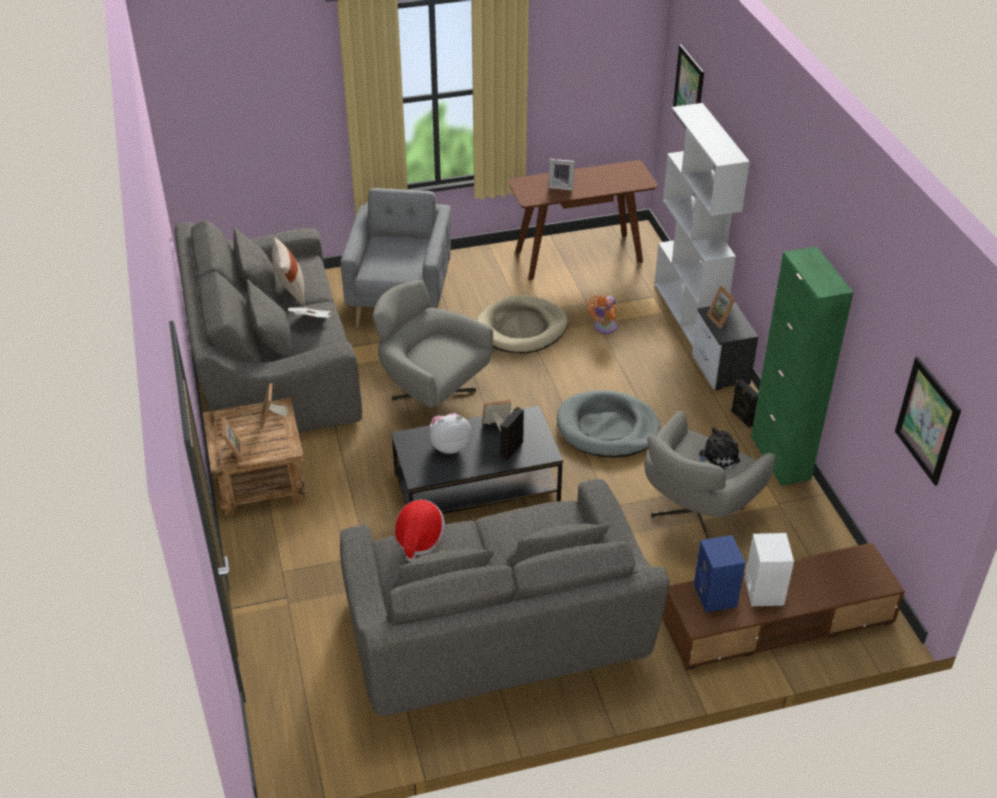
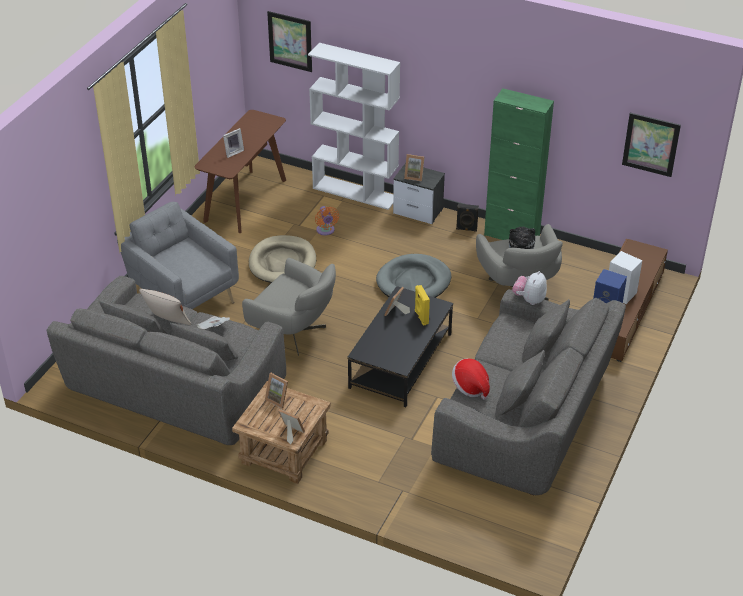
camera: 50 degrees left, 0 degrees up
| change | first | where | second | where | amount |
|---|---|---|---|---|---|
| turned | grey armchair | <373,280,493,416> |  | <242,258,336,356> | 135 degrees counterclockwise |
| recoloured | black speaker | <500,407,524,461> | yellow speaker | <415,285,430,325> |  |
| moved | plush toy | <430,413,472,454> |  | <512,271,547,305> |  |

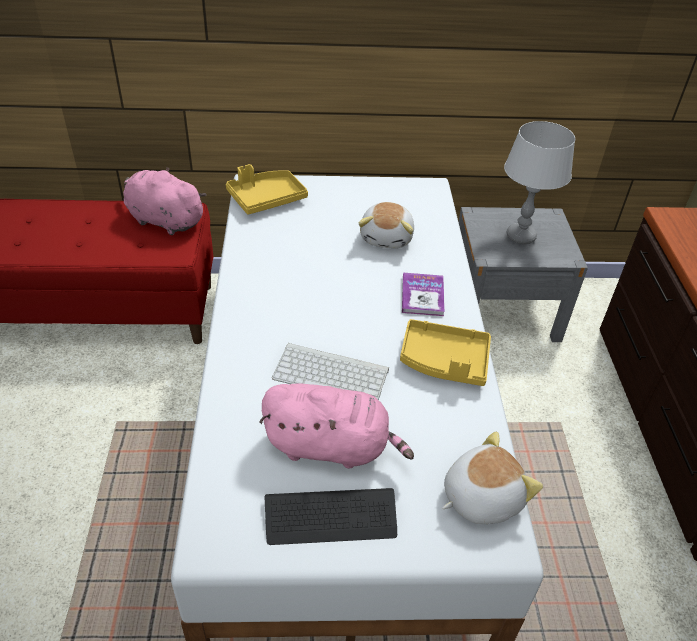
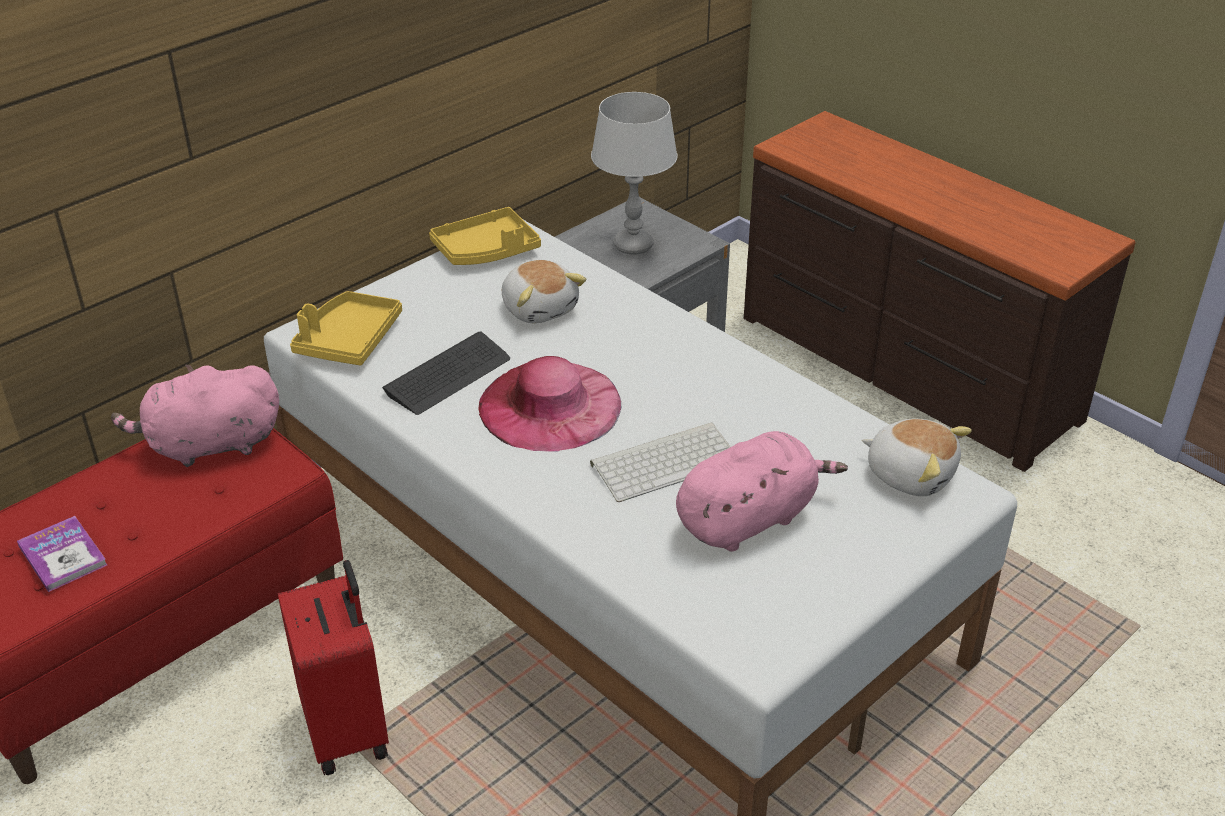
camera: 40 degrees left, 5 degrees down
| change | first | where | second | where | amount |
|---|---|---|---|---|---|
| moved | book | <402,273,445,316> |  | <17,516,107,592> |  |
| moved | yellow tray | <400,319,491,386> |  | <429,207,541,265> |  |
| turned | plush toy | <442,432,543,524> |  | <862,419,972,496> | 105 degrees clockwise |
| moved | keyboard | <265,488,397,545> |  | <382,331,510,415> |  |
| added |  |  | pink hat | <478,356,621,451> |  |
| added |  |  | red suitcase | <278,560,389,775> |  |

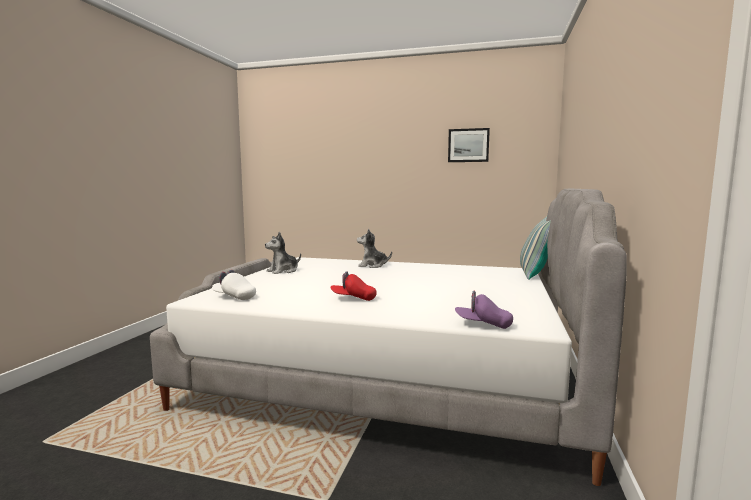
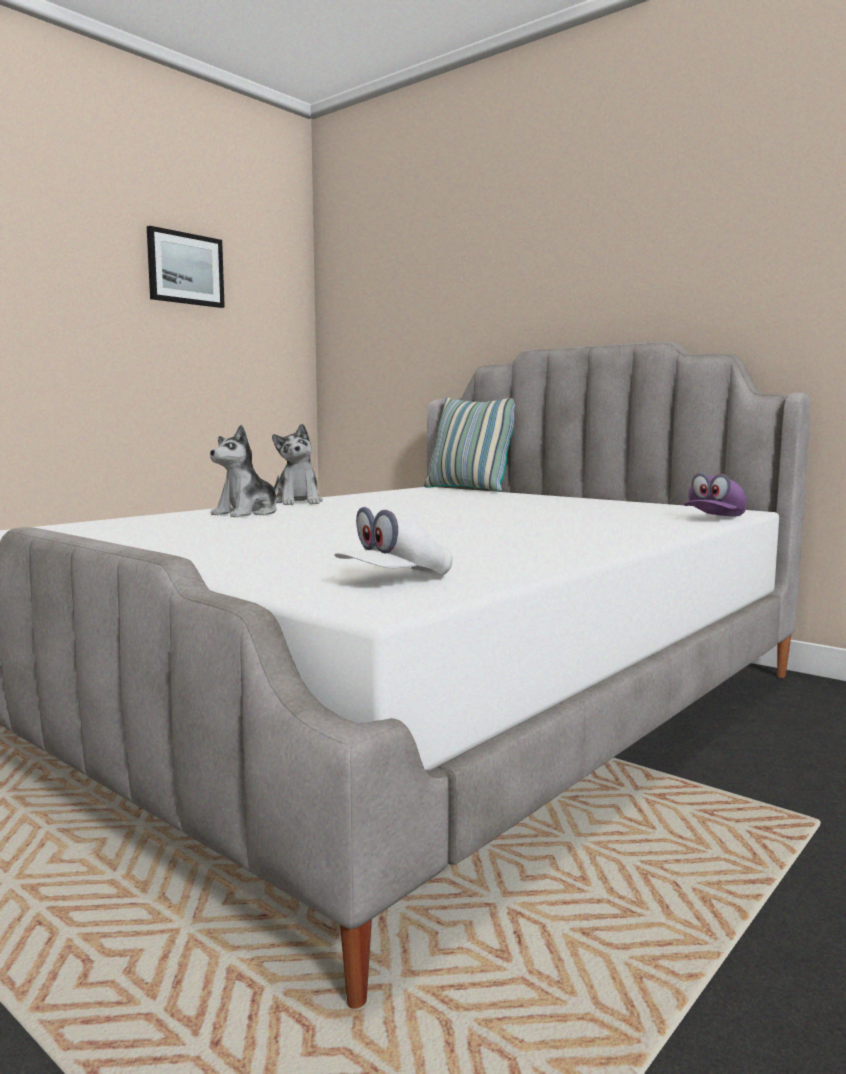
camera: 65 degrees left, 0 degrees up
| change | first | where | second | where | amount |
|---|---|---|---|---|---|
| moved | plush toy | <265,232,301,274> |  | <272,424,323,505> |  |
| removed | red cap | <330,271,377,301> |  |  |  |

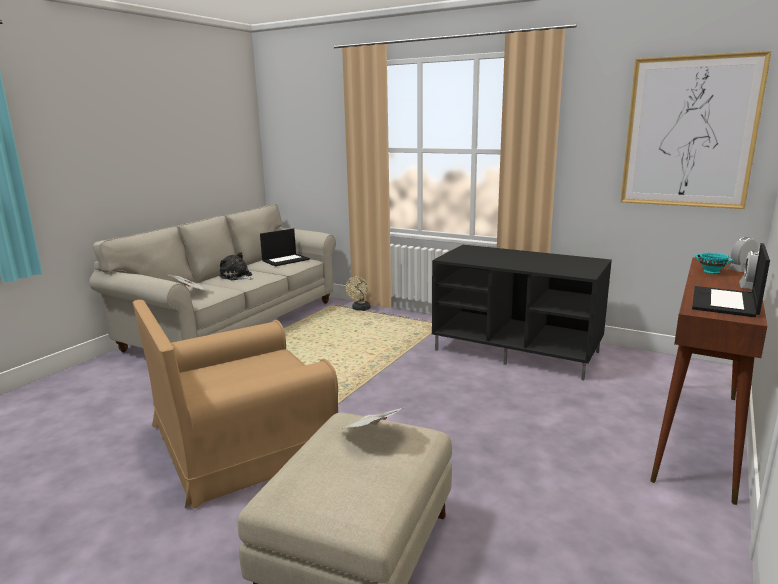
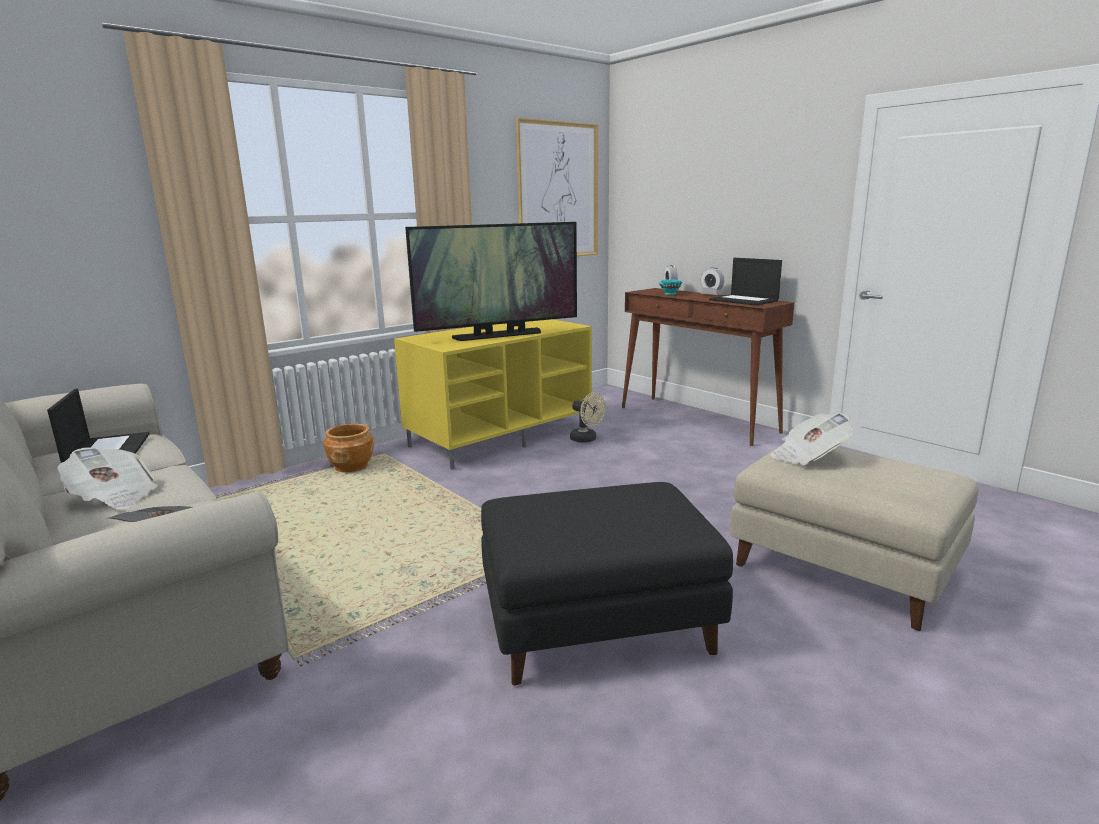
camera: 70 degrees left, 0 degrees up
| change | first | where | second | where | amount |
|---|---|---|---|---|---|
| recoloured | black tv stand | <432,245,612,380> | yellow tv stand | <394,319,592,470> |  |
| replaced | plush toy | <220,252,253,280> | newspaper | <57,447,158,509> |  |
| moved | beige fan | <346,276,371,311> |  | <570,392,606,443> |  |
| replaced | brown armchair | <133,300,338,508> | black ottoman | <481,482,733,686> |  |
| added |  |  | television | <405,222,577,341> |  |
| added |  |  | brown planter | <323,424,375,472> |  |

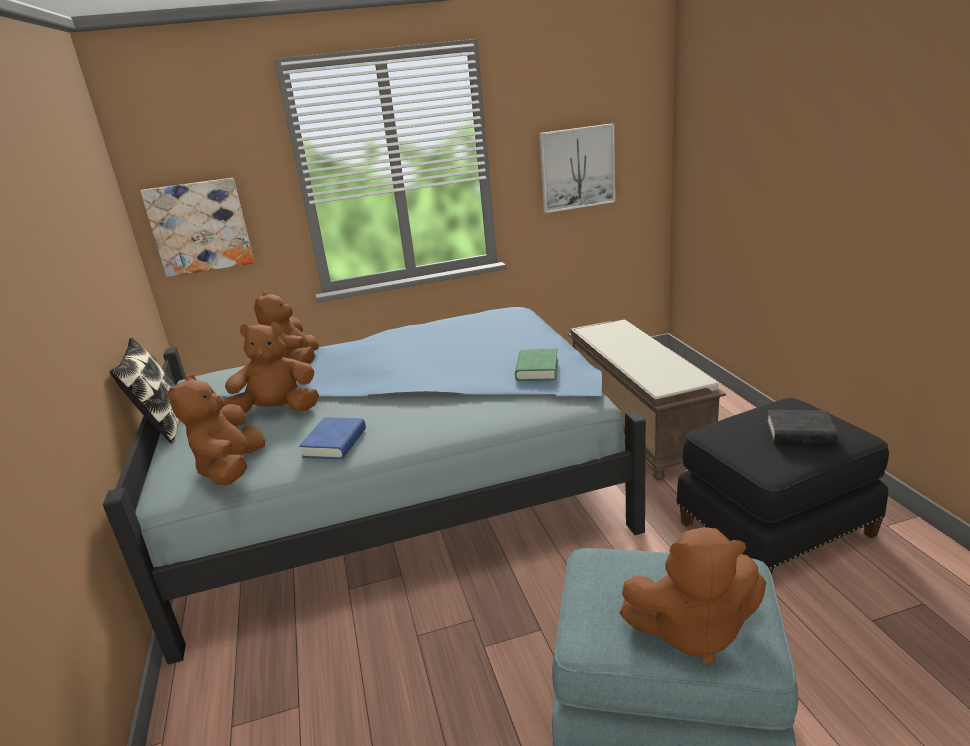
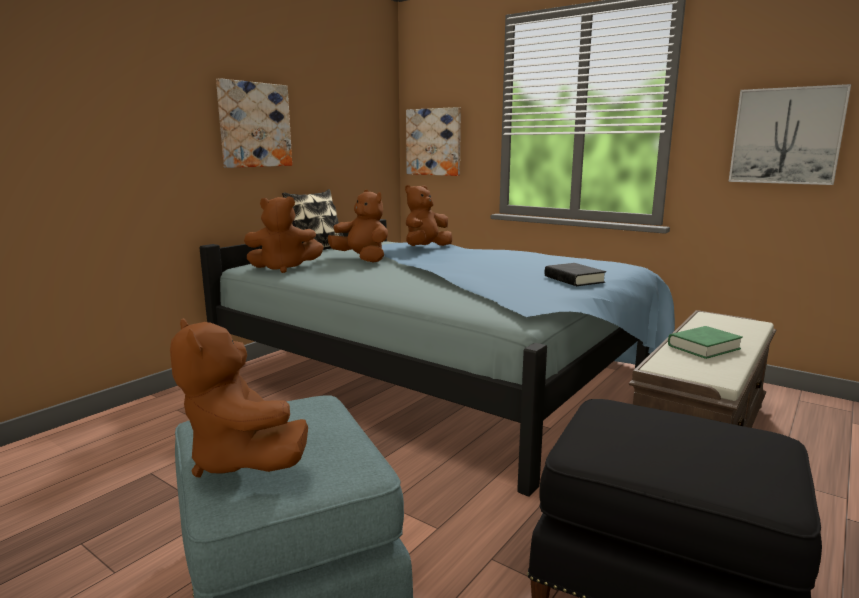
camera: 50 degrees right, 10 degrees down
| change | first | where | second | where | amount |
|---|---|---|---|---|---|
| moved | green book | <515,349,558,381> |  | <668,326,743,359> |  |
| turned | brown plush toy | <168,374,266,485> |  | <244,196,324,273> | 150 degrees counterclockwise |
| moved | black book | <767,410,838,444> |  | <545,263,606,286> |  |
| removed | blue book | <299,417,366,460> |  |  |  |
| added |  |  | picture | <216,78,292,168> |  |

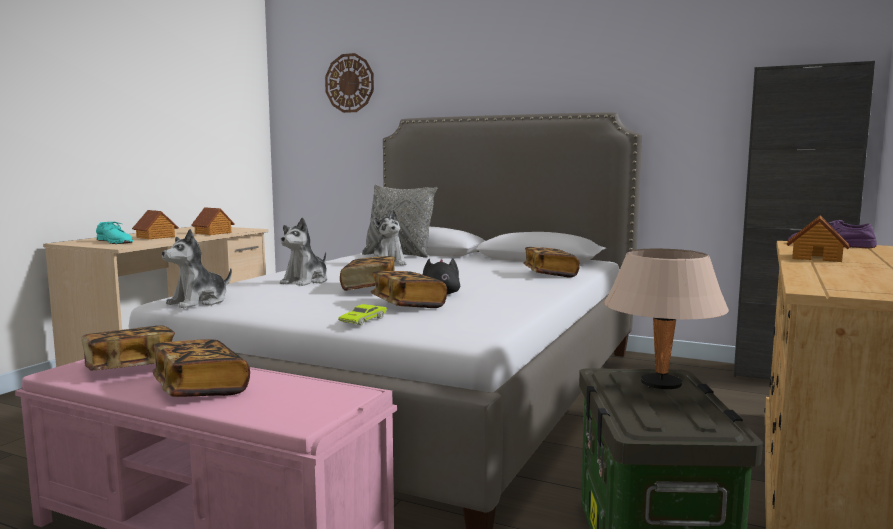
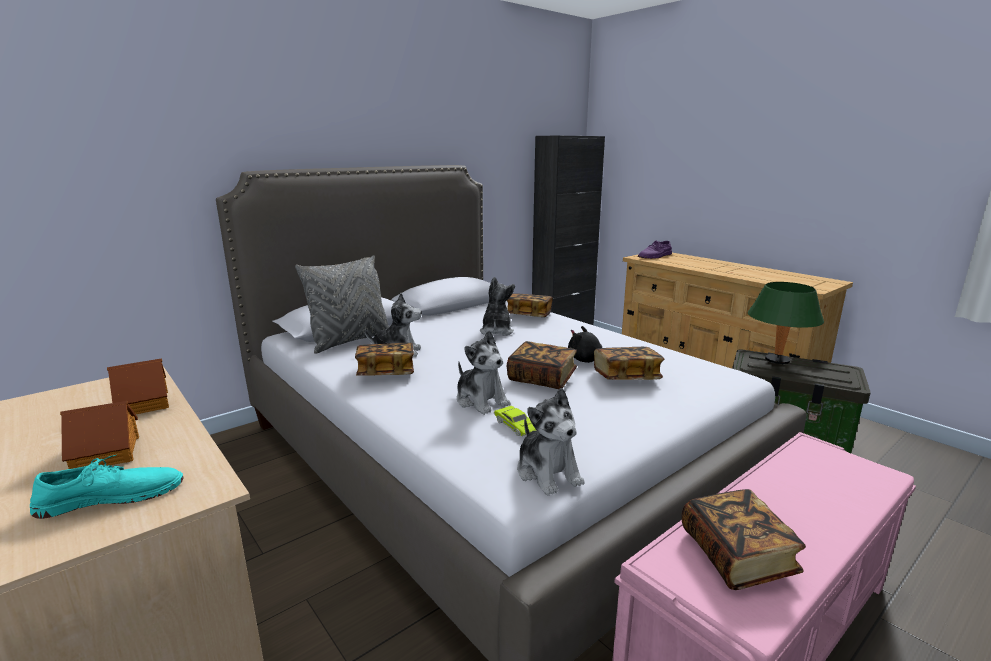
camera: 65 degrees left, 10 degrees up
| change | first | where | second | where | amount |
|---|---|---|---|---|---|
| removed | wall clock | <325,53,374,113> |  |  |  |
| removed | toy house | <787,216,850,262> |  |  |  |
| recoloured | beige table lamp | <604,249,729,389> | green table lamp | <748,282,824,365> |  |
| moved | green toy car | <338,304,387,325> |  | <494,406,537,436> |  |
| moved | book | <153,339,250,397> |  | <355,343,414,376> |  |
| added |  |  | plush toy | <480,277,515,336> |  |

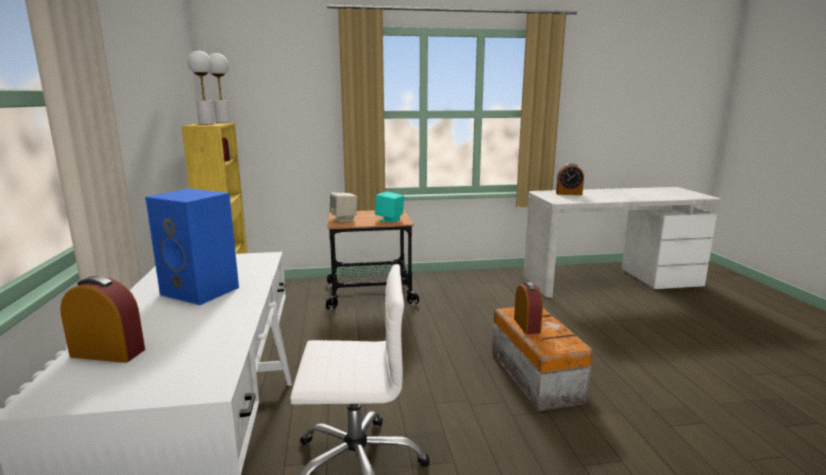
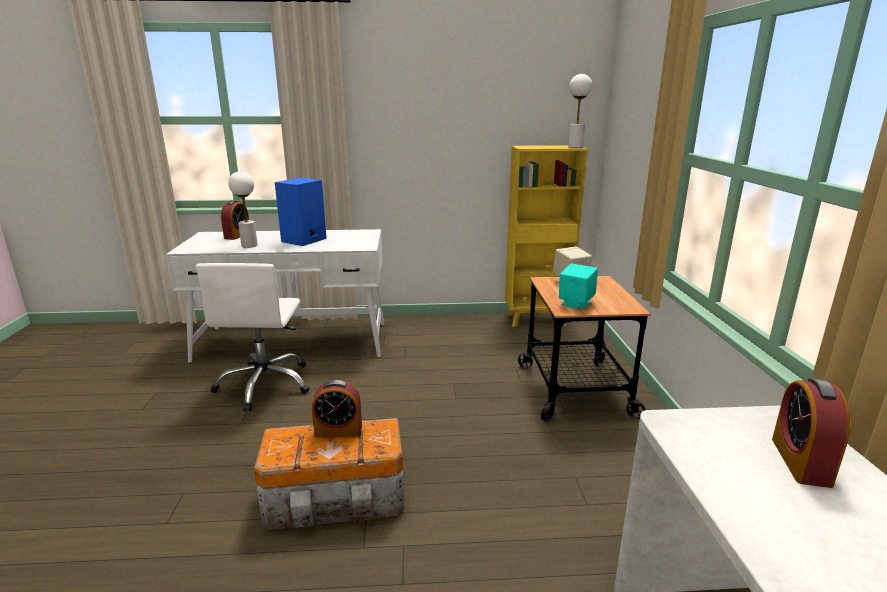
camera: 95 degrees right, 5 degrees up
| change | first | where | second | where | amount |
|---|---|---|---|---|---|
| moved | white table lamp | <187,51,215,124> |  | <228,171,258,248> |  |

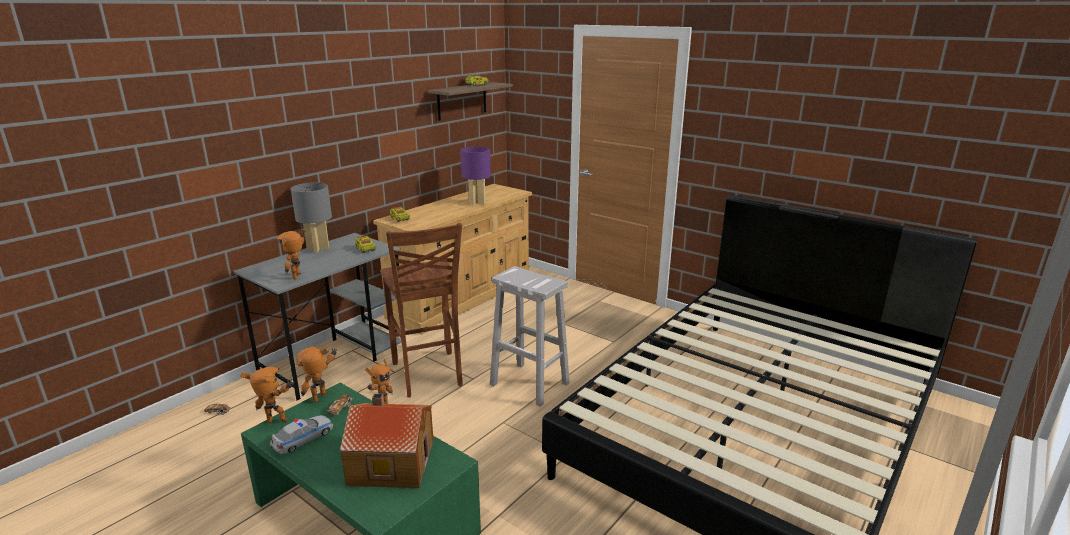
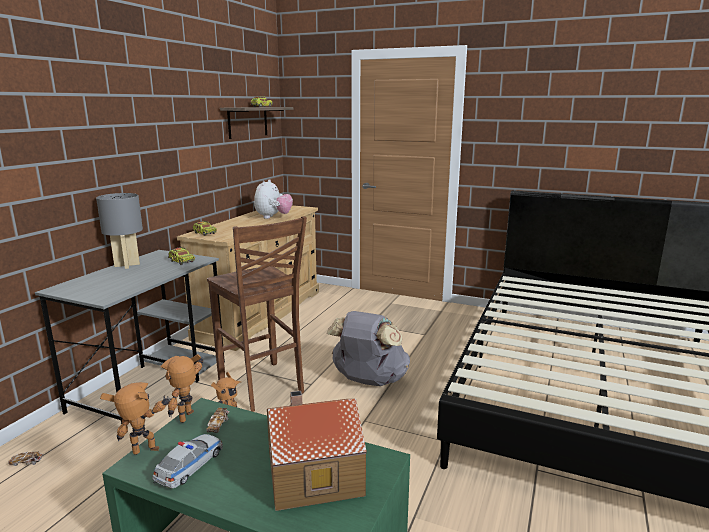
camera: 15 degrees left, 5 degrees down
| change | first | where | second | where | amount |
|---|---|---|---|---|---|
| replaced | purple table lamp | <460,146,491,205> | plush toy | <254,179,293,219> |  |
| removed | toy robot | <277,229,305,279> |  |  |  |
| replaced | white stool | <490,266,570,407> | grey backpack | <326,311,410,386> |  |

